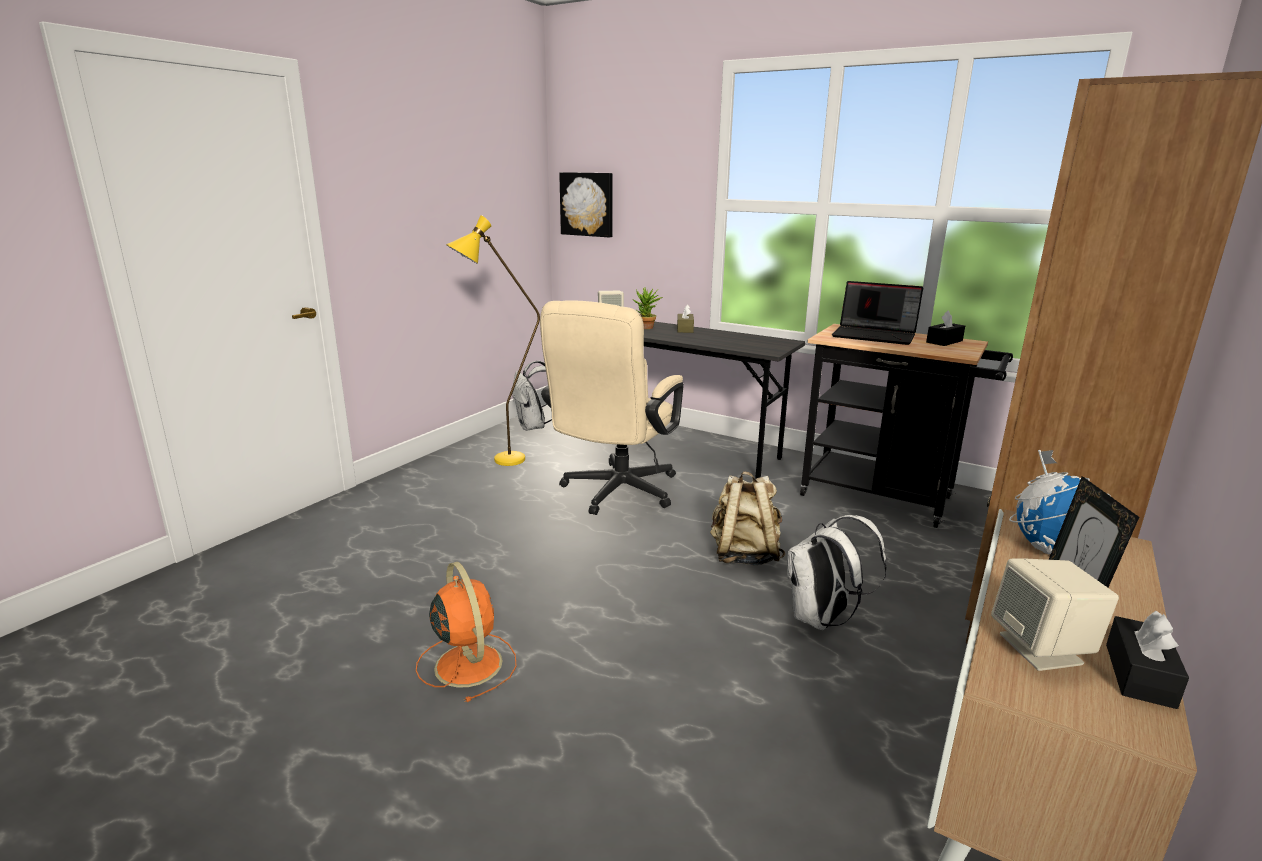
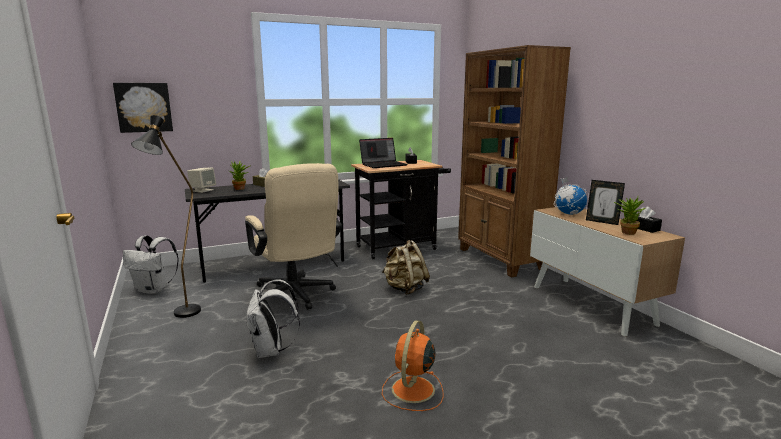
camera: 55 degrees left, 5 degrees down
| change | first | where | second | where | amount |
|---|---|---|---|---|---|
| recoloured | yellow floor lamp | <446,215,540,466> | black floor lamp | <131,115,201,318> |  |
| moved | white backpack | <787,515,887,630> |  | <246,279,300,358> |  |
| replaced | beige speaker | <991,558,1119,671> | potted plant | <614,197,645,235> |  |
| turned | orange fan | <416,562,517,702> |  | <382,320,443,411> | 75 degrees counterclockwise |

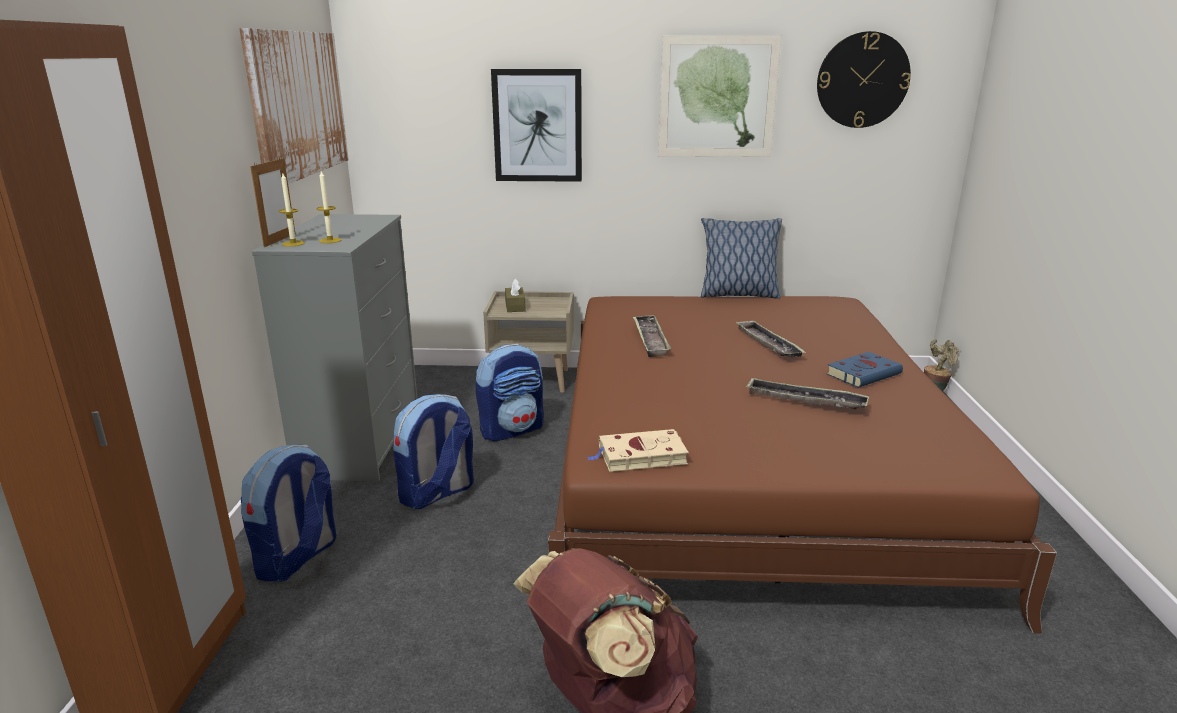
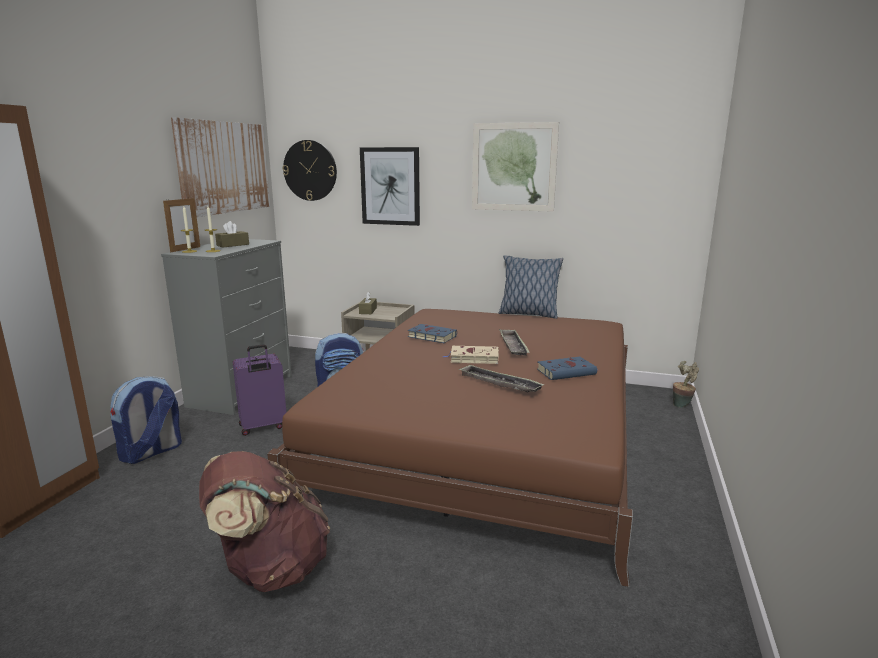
camera: 15 degrees right, 5 degrees down
| change | first | where | second | where | amount |
|---|---|---|---|---|---|
| moved | wall clock | <817,31,911,128> |  | <283,140,337,201> |  |
| replaced | tray | <633,315,671,357> | blue book | <408,324,457,343> |  |
| replaced | backpack | <393,394,474,509> | purple suitcase | <233,344,286,436> |  |
| moved | beige book | <587,429,689,472> |  | <443,346,499,364> |  |
| added |  |  | brown tissue box | <215,221,249,247> |  |

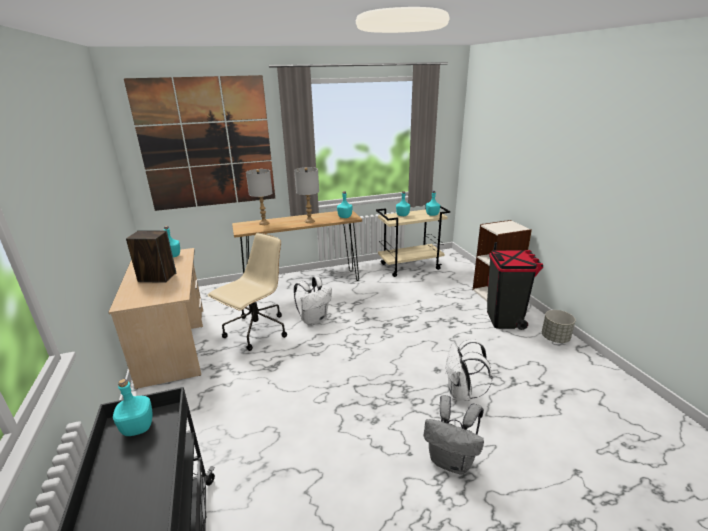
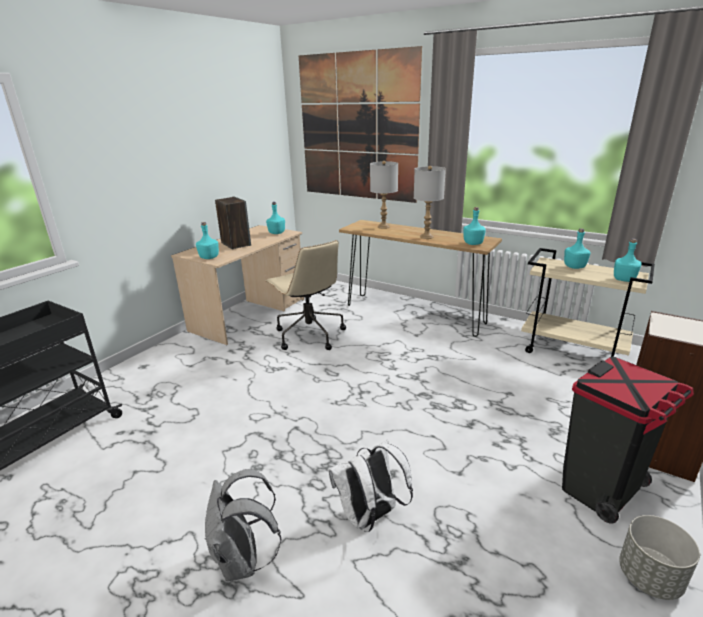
camera: 50 degrees right, 0 degrees up
| change | first | where | second | where | amount |
|---|---|---|---|---|---|
| turned | beige office chair | <208,233,287,351> |  | <266,240,346,350> | 60 degrees clockwise |
| removed | white backpack | <294,276,332,326> |  |  |  |
| moved | turquoise bottle | <113,379,153,436> |  | <196,222,219,259> |  |

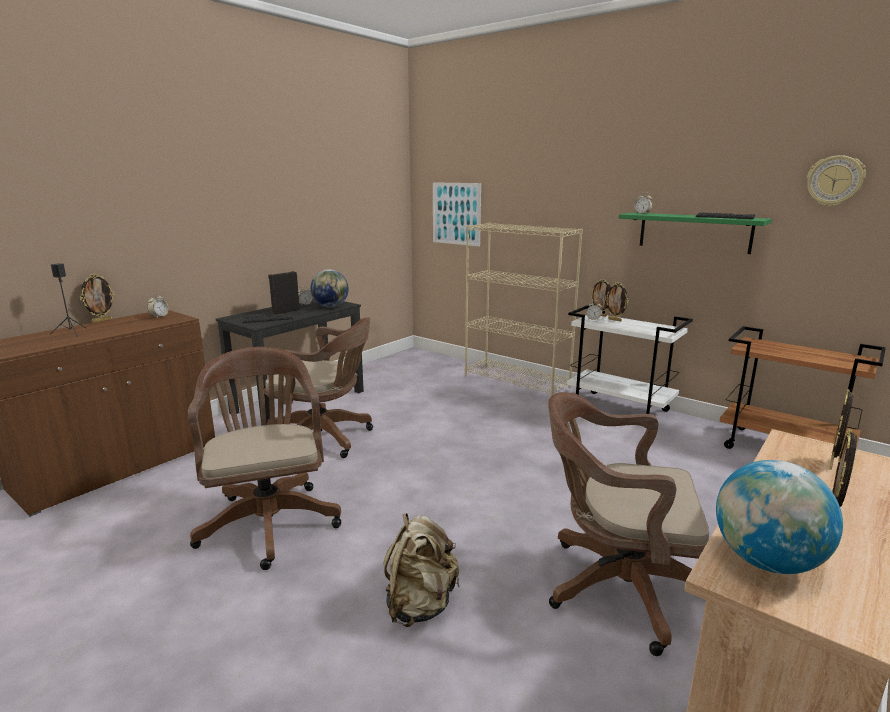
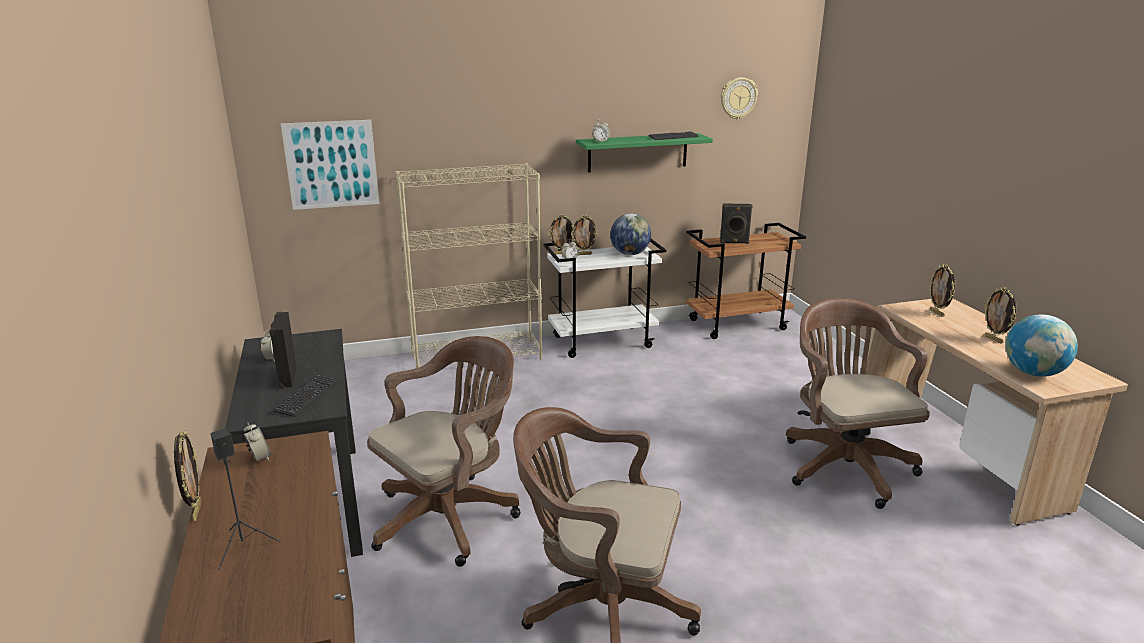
camera: 55 degrees left, 5 degrees up
| change | first | where | second | where | amount |
|---|---|---|---|---|---|
| moved | globe | <310,269,349,308> |  | <610,214,651,255> |  |
| turned | brown office chair | <548,392,709,656> |  | <786,298,930,509> | 120 degrees clockwise |
| removed | beige backpack | <384,513,460,627> |  |  |  |
| added |  |  | black speaker | <720,203,753,244> |  |

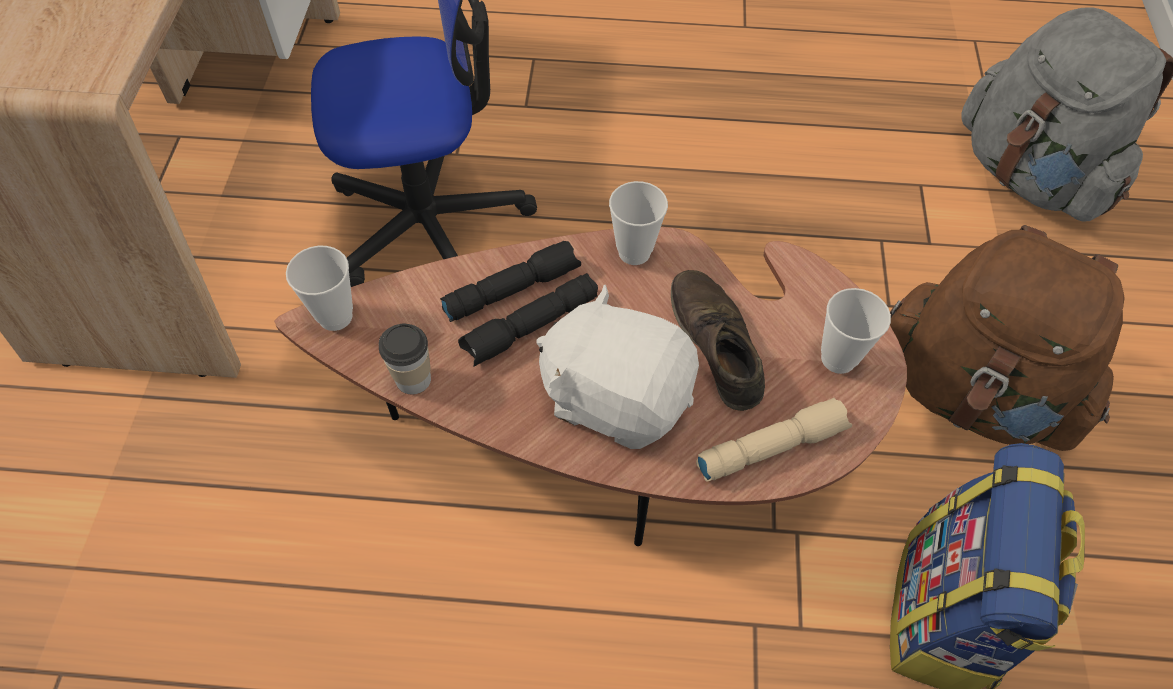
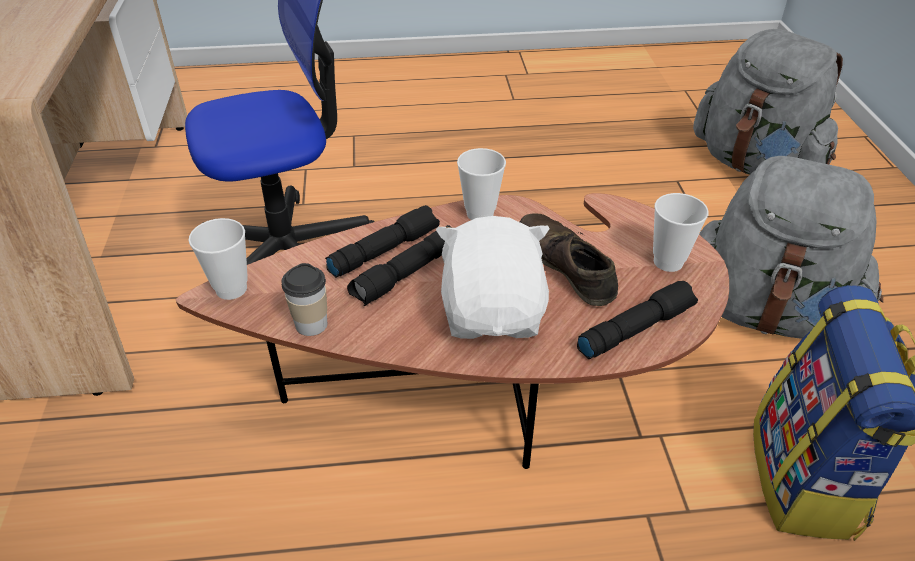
camera: 10 degrees left, 15 degrees down
| change | first | where | second | where | amount |
|---|---|---|---|---|---|
| recoloured | brown backpack | <890,225,1125,451> | grey backpack | <699,156,883,339> |  |
| turned | white plush toy | <536,285,699,449> |  | <436,216,550,339> | 75 degrees clockwise |
| recoloured | beige flashlight | <696,398,852,481> | black flashlight | <577,281,698,359> |  |

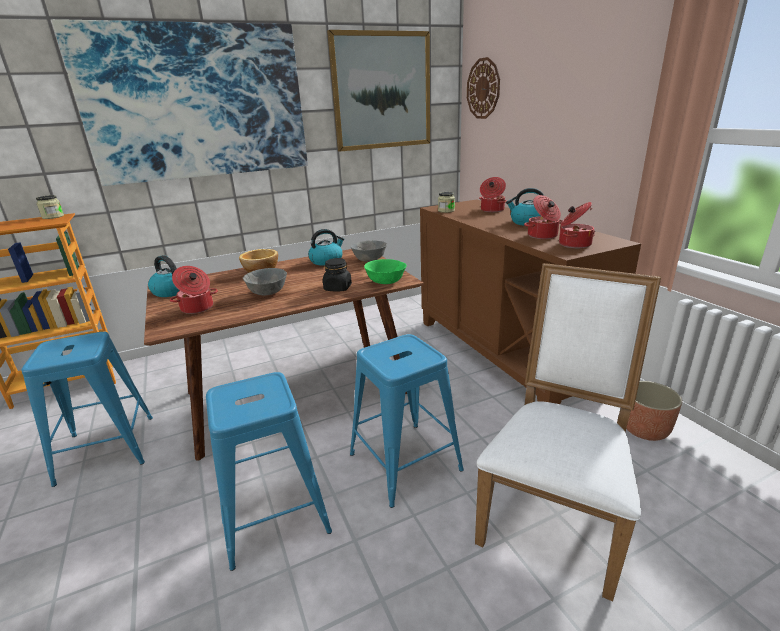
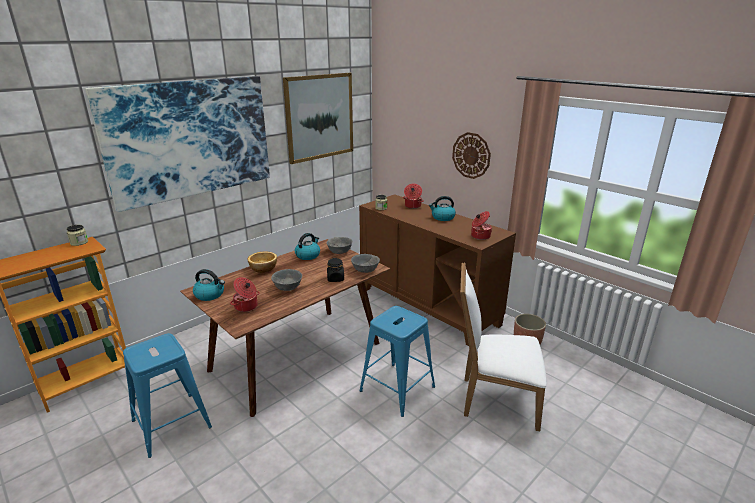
camera: 20 degrees left, 0 degrees up
| change | first | where | second | where | amount |
|---|---|---|---|---|---|
| moved | wall clock | <467,57,500,119> |  | <452,132,491,179> |  |
| removed | cooking pot | <524,195,563,239> |  |  |  |
| recoloured | green bowl | <364,259,407,284> | grey bowl | <351,254,380,273> |  |
| turned | white chair | <475,263,661,601> |  | <460,262,547,431> | 90 degrees counterclockwise |
| removed | blue stool | <206,372,332,571> |  |  |  |

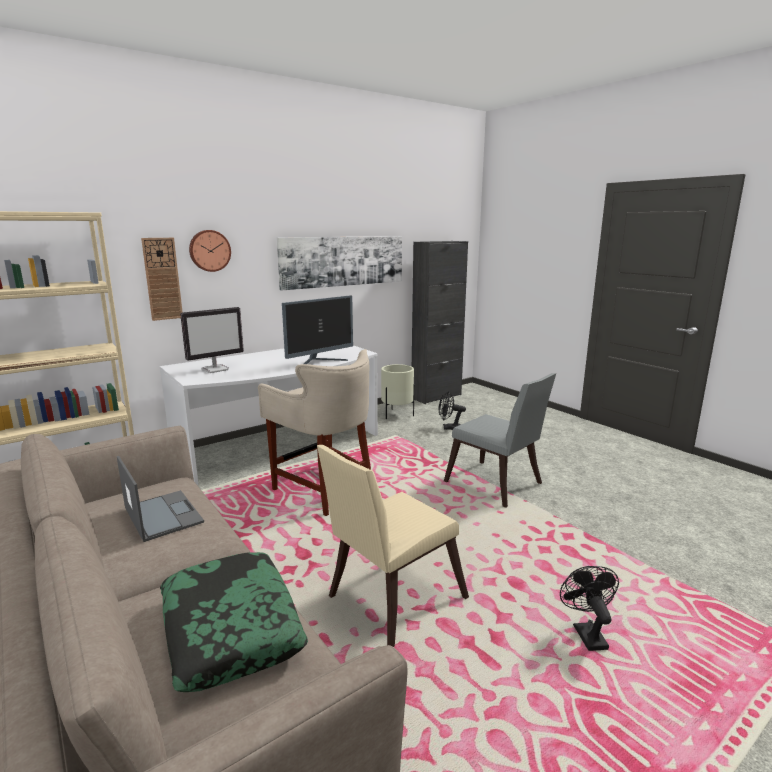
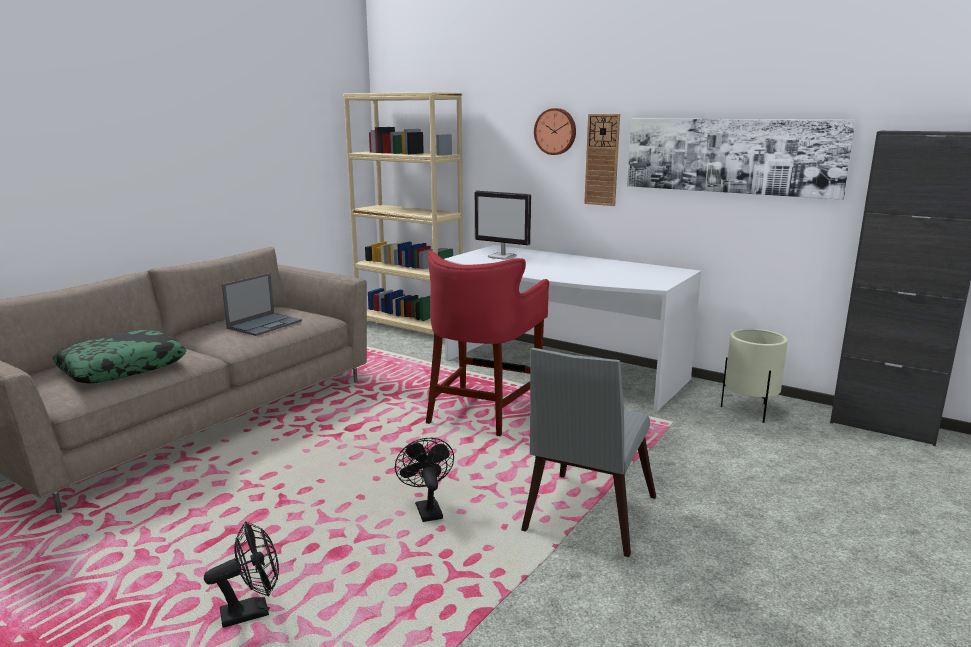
camera: 70 degrees right, 0 degrees up
| change | first | where | second | where | amount |
|---|---|---|---|---|---|
| moved | wall clock | <141,238,183,321> |  | <584,114,620,206> |  |
| removed | monitor | <282,295,353,364> |  |  |  |
| recoloured | beige stool | <258,349,371,516> | red stool | <426,251,549,436> |  |
| moved | black fan | <439,391,466,430> |  | <395,438,454,522> |  |
| removed | beige chair | <317,445,469,647> |  |  |  |

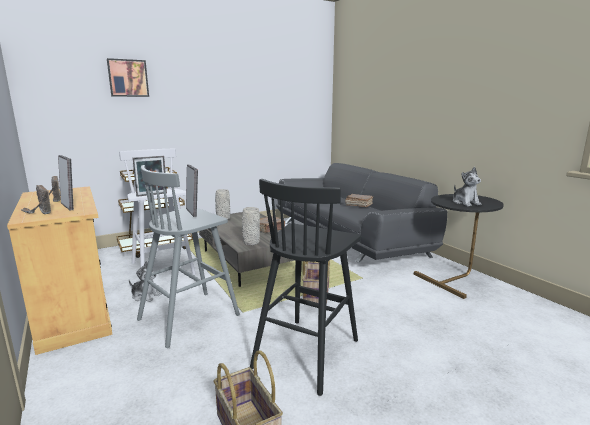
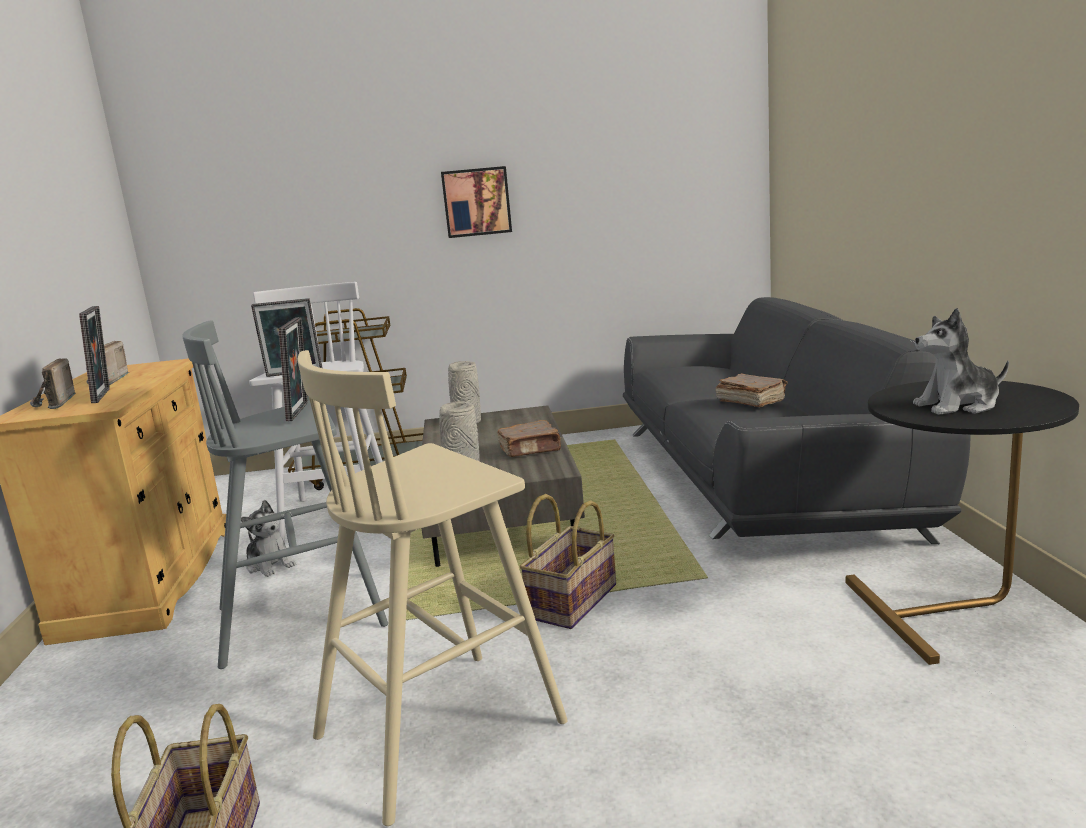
camera: 25 degrees right, 0 degrees up
| change | first | where | second | where | amount |
|---|---|---|---|---|---|
| moved | picture | <107,58,149,97> |  | <441,166,512,238> |  |
| turned | plush toy | <453,167,481,206> |  | <913,308,1009,415> | 75 degrees clockwise |
| recoloured | black stool | <250,179,361,396> | beige stool | <298,350,568,826> |  |

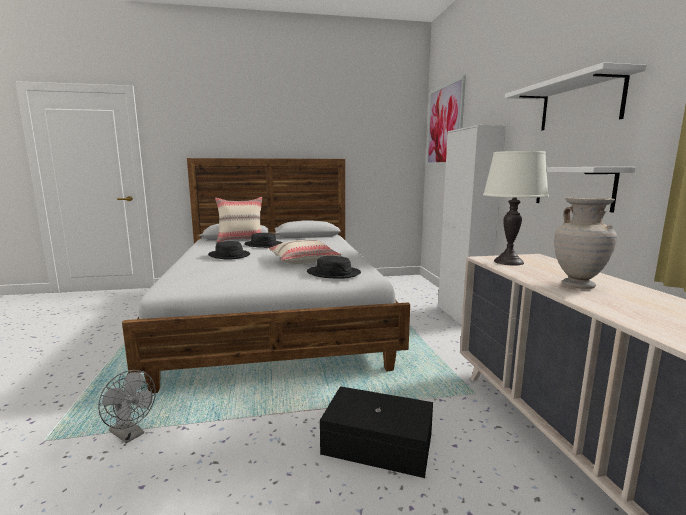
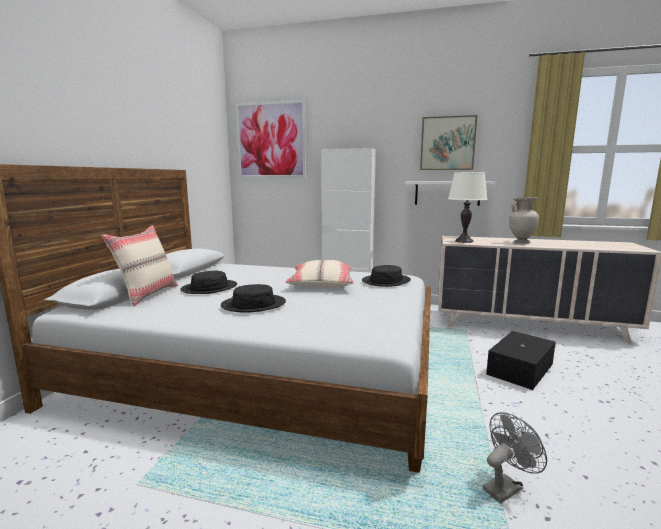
camera: 65 degrees left, 0 degrees up
| change | first | where | second | where | amount |
|---|---|---|---|---|---|
| replaced | white shelf | <505,62,647,130> | picture | <420,115,477,170> |  |

